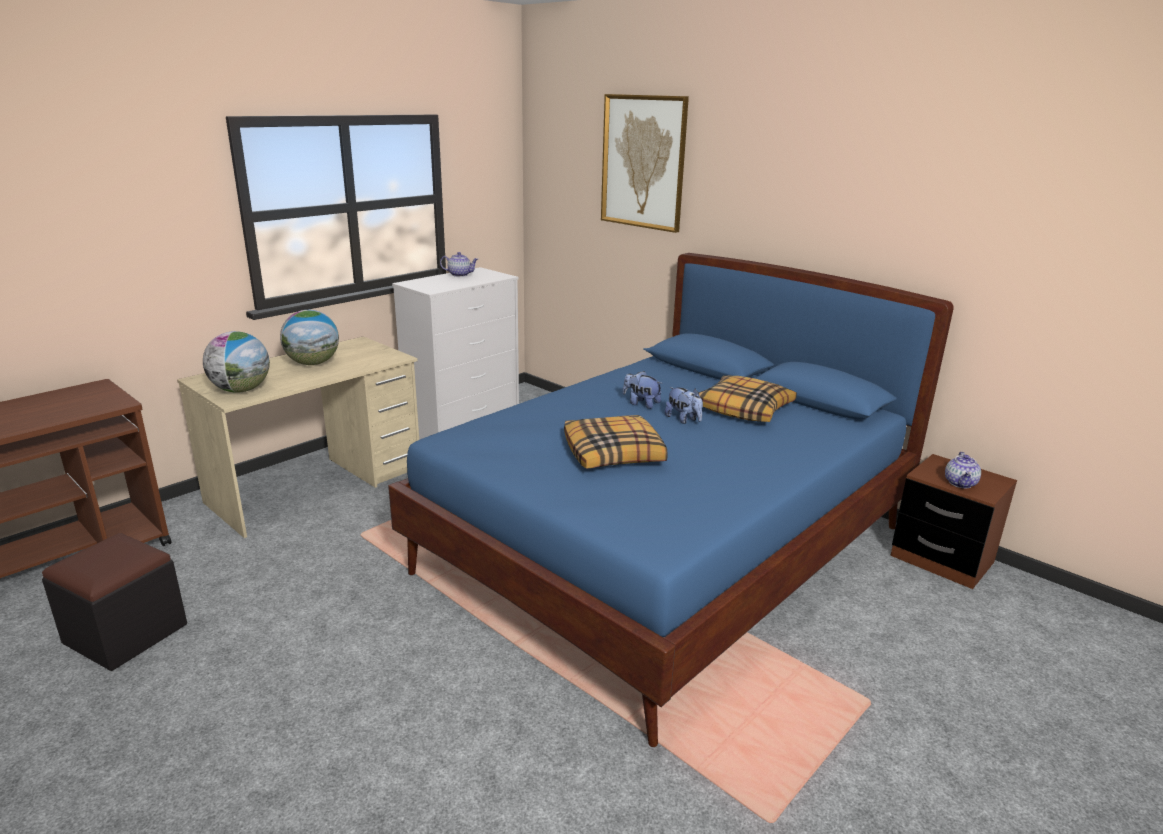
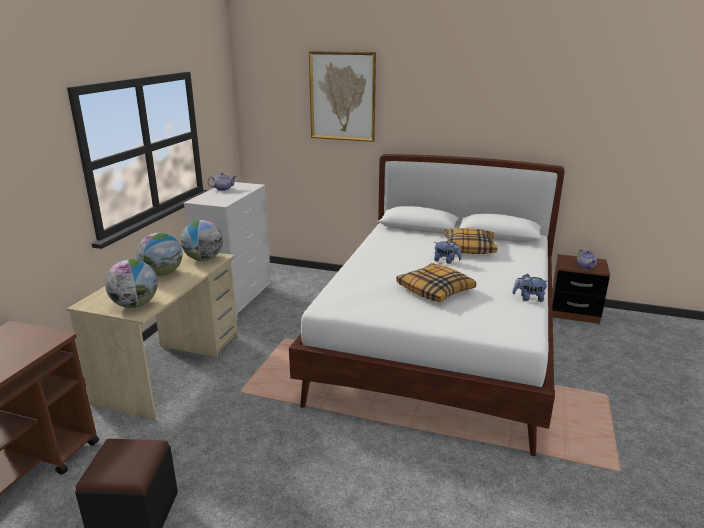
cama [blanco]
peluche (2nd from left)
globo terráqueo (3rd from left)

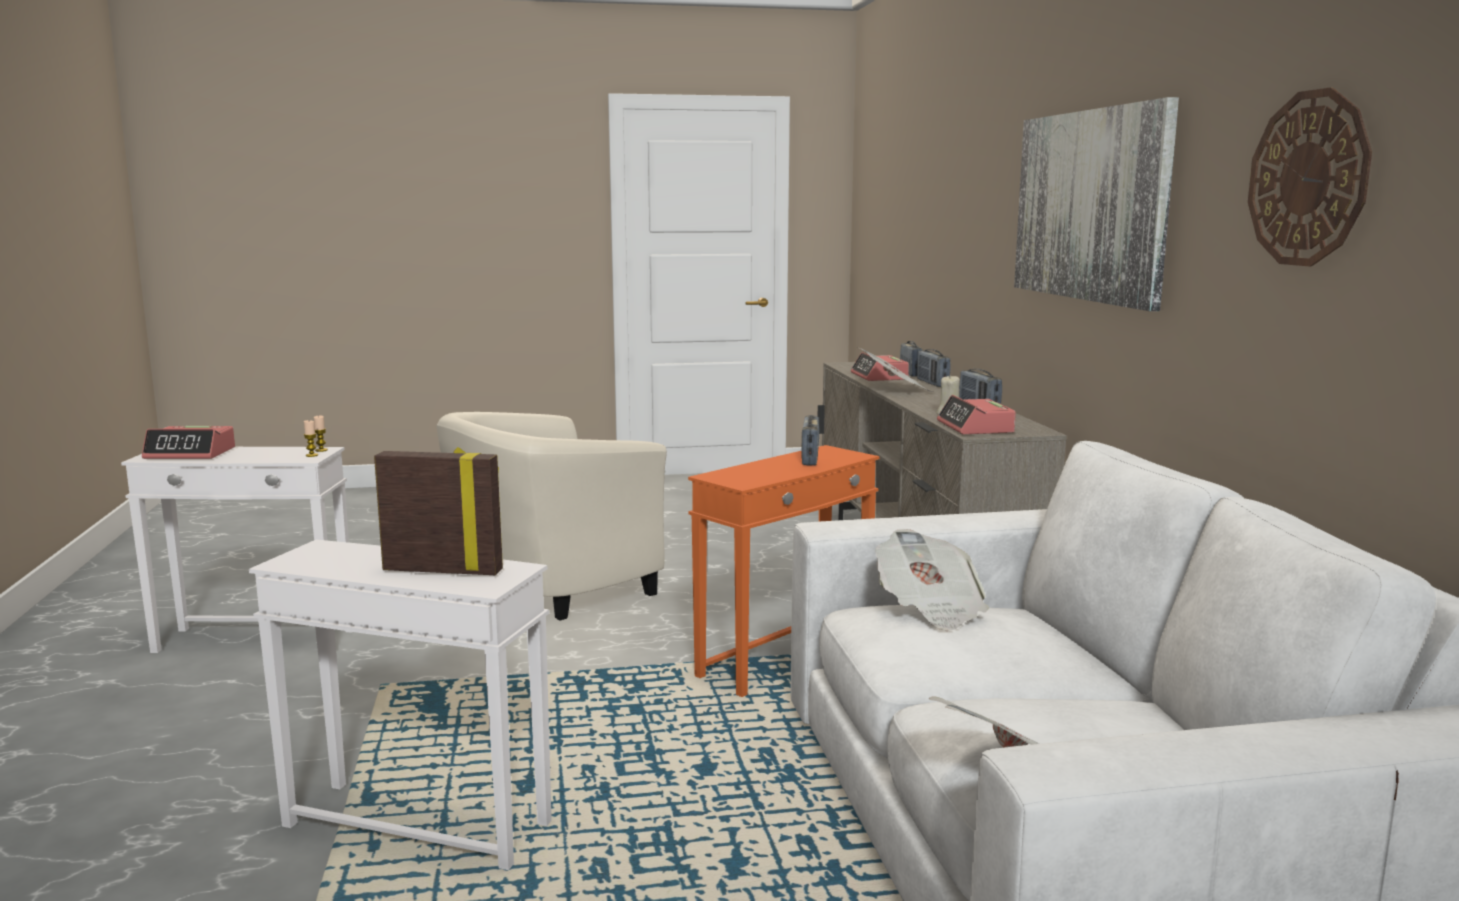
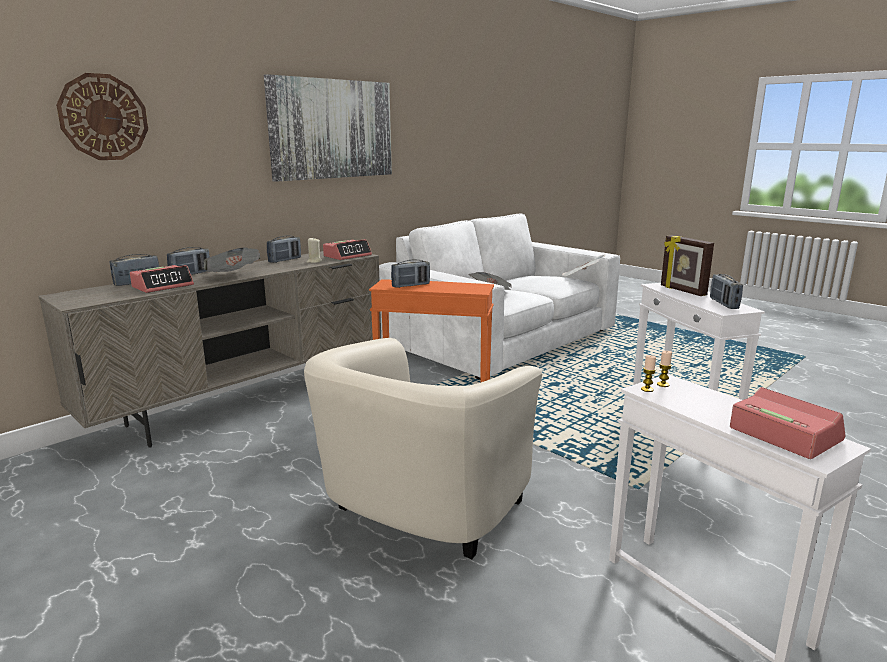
sillón [beis]
reloj de pared
radio (5th from left)

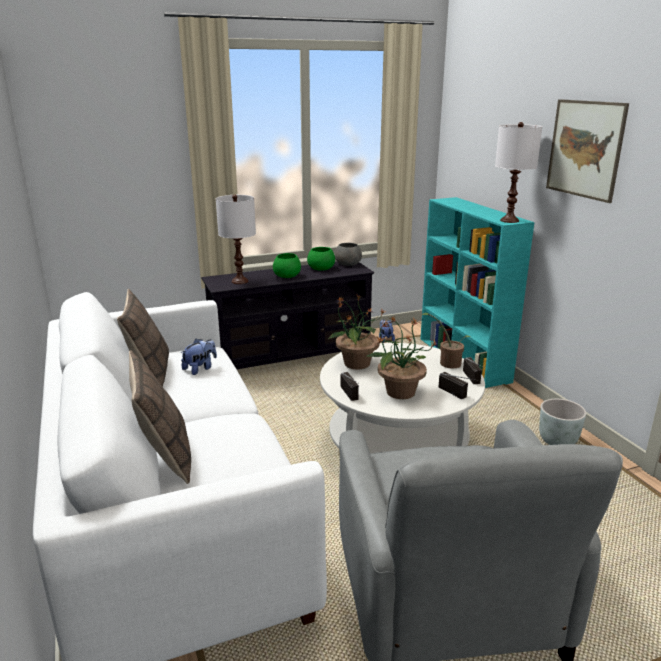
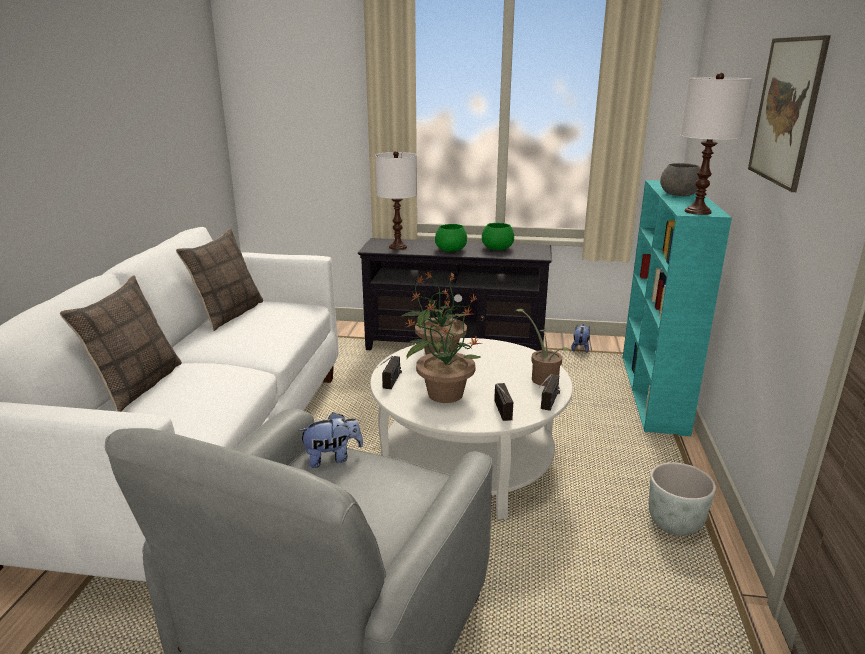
peluche (1st from left)
cuenco [gris]

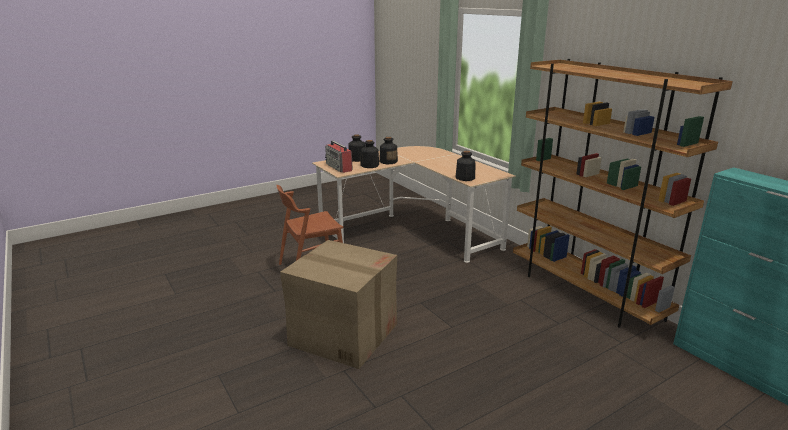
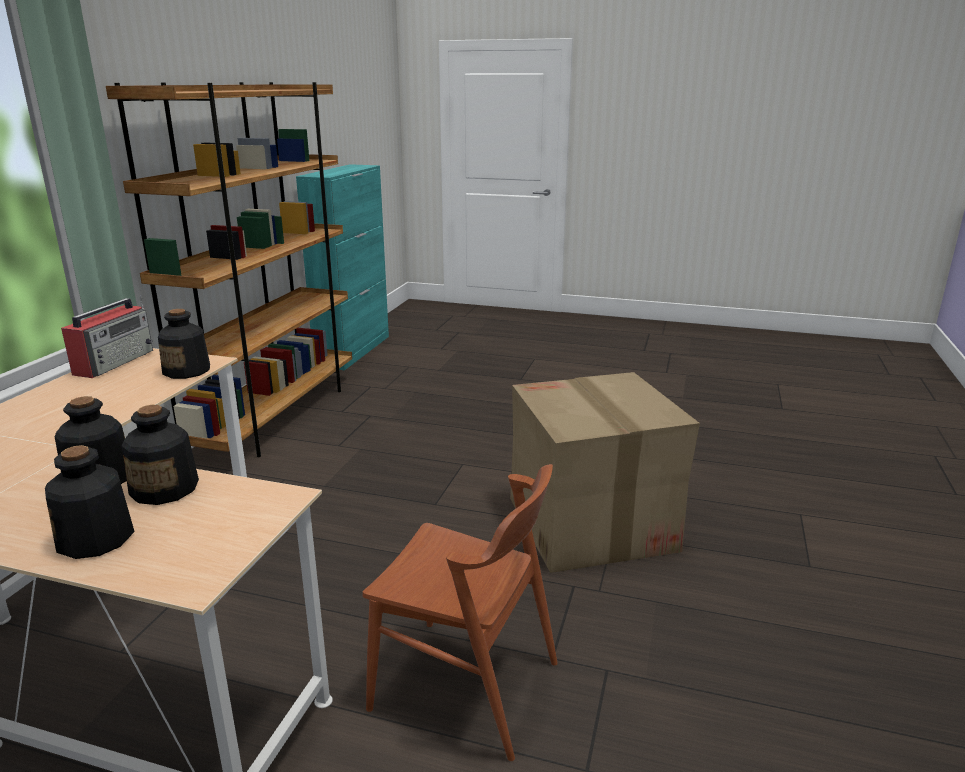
radio

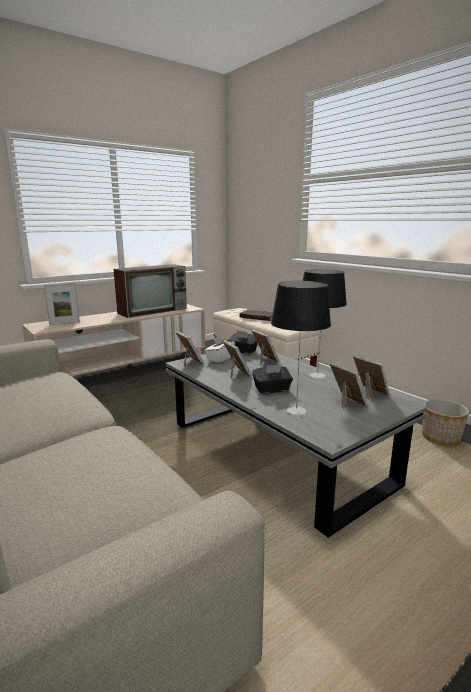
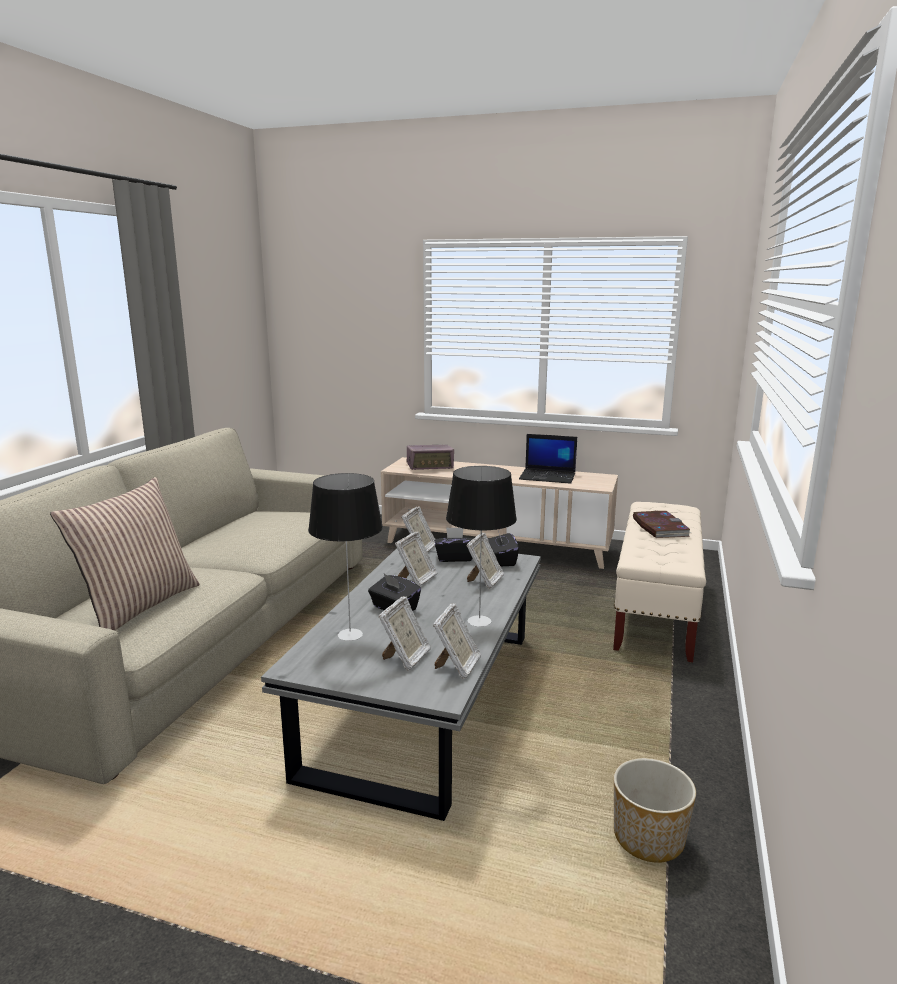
radio
portátil
caja de pañuelos [negro] (2nd from left)
cojín

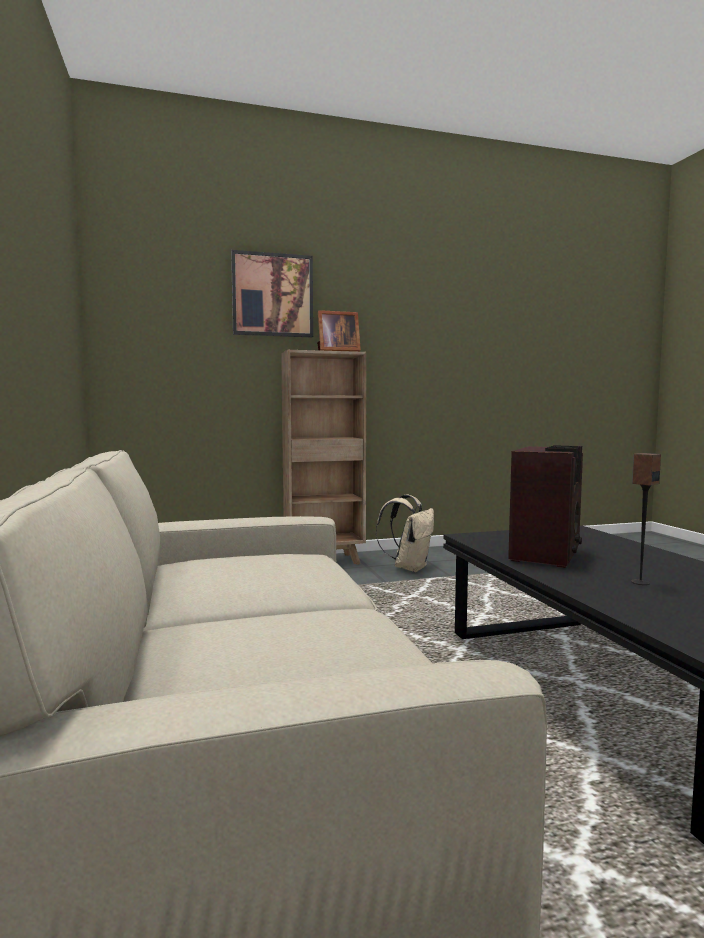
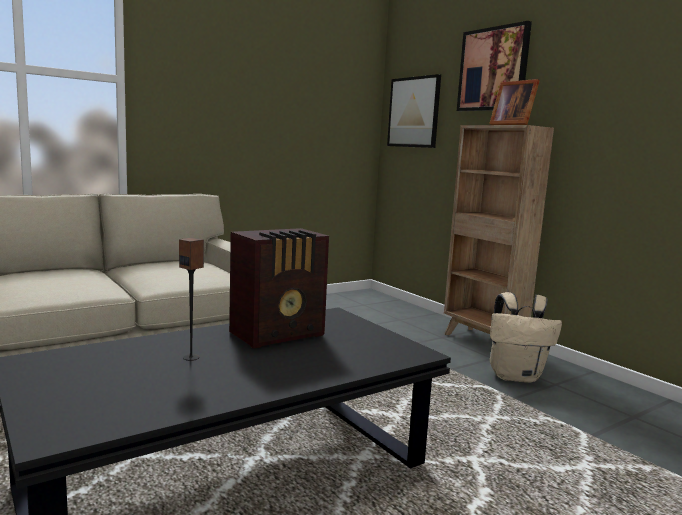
radio
cuadro (1st from left)

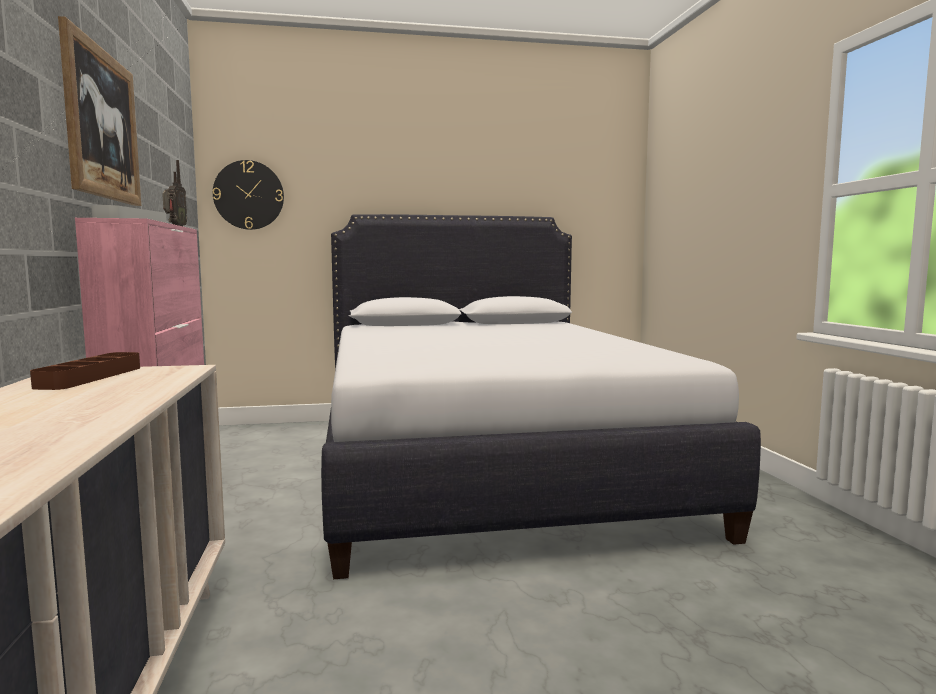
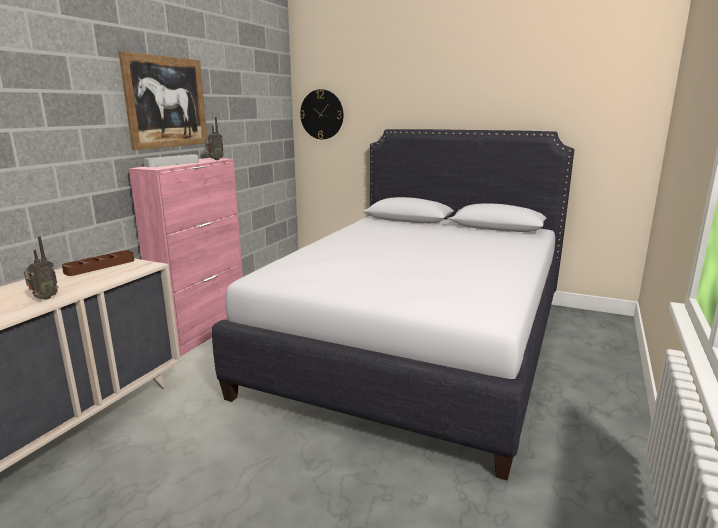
radio (1st from left)

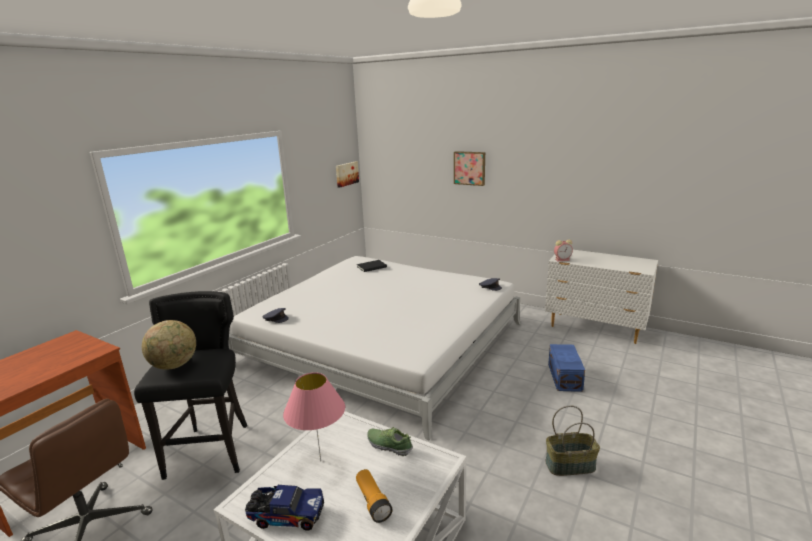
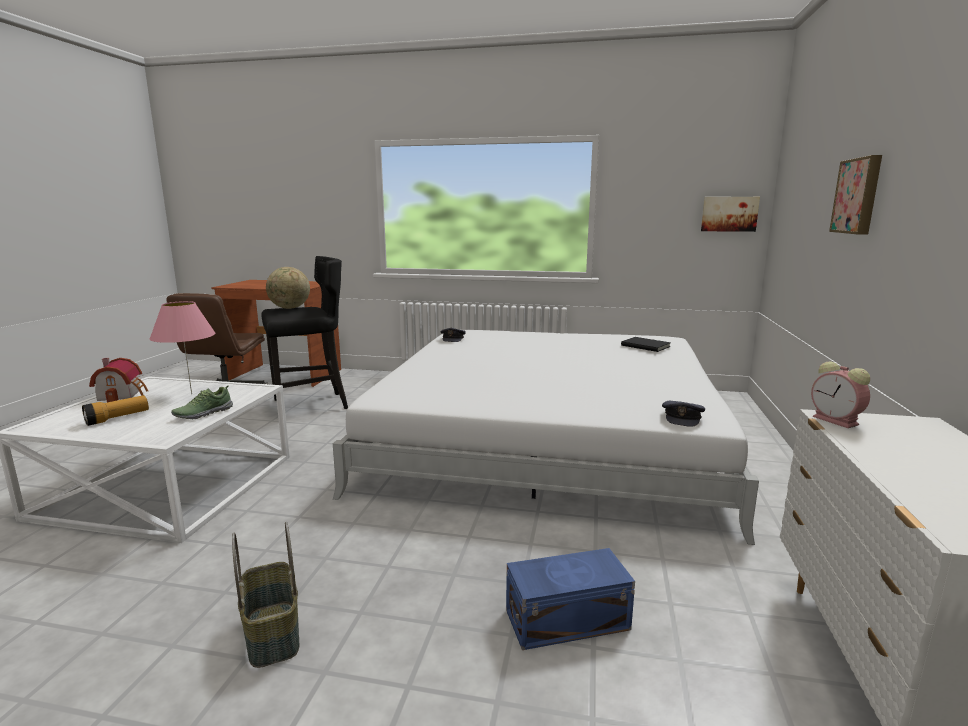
casita
zapato

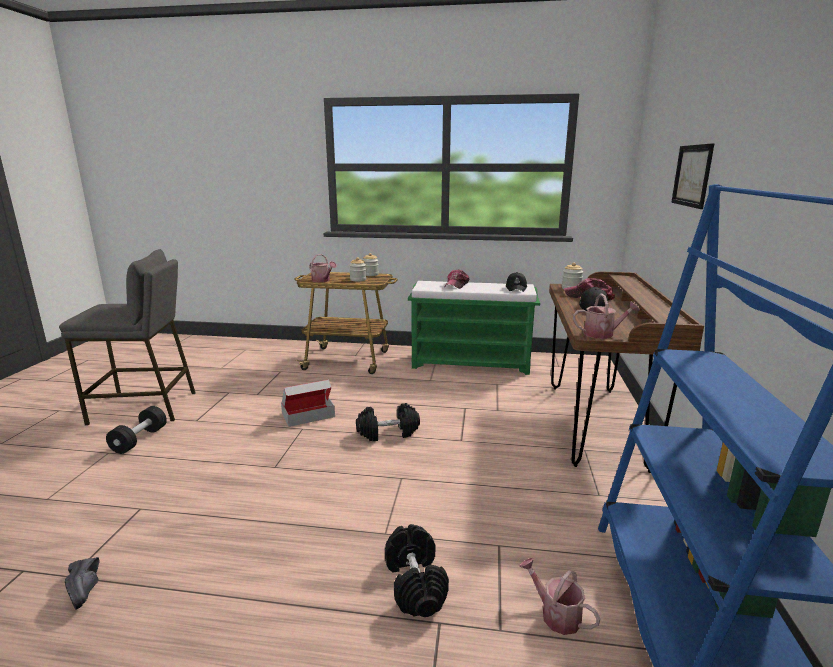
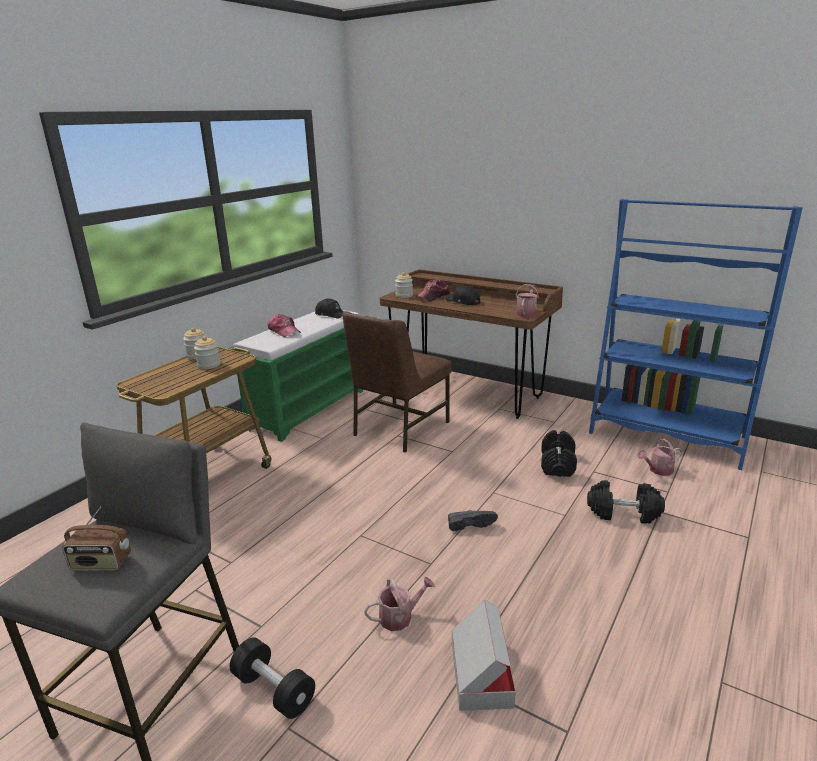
zapato [negro]
caja de cartón
regadera (1st from left)
mancuerna [negro] (2nd from left)
cuadro
radio
silla [marrón]

